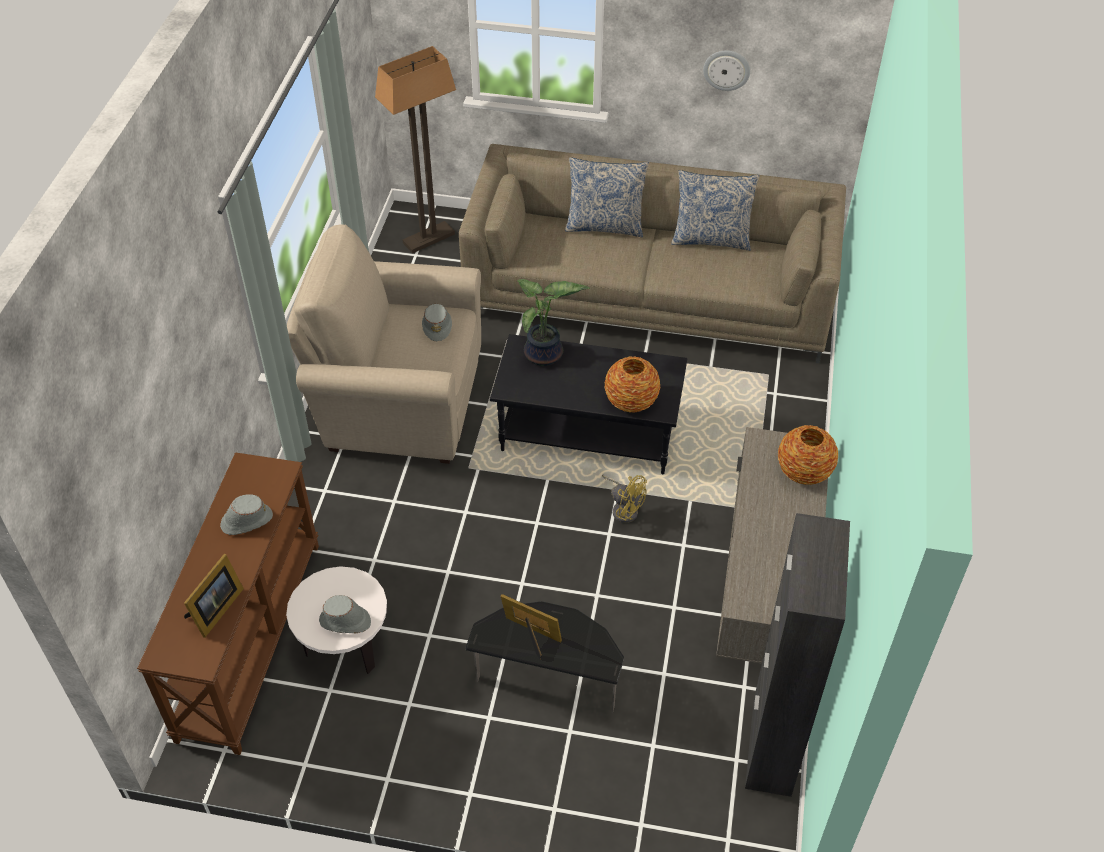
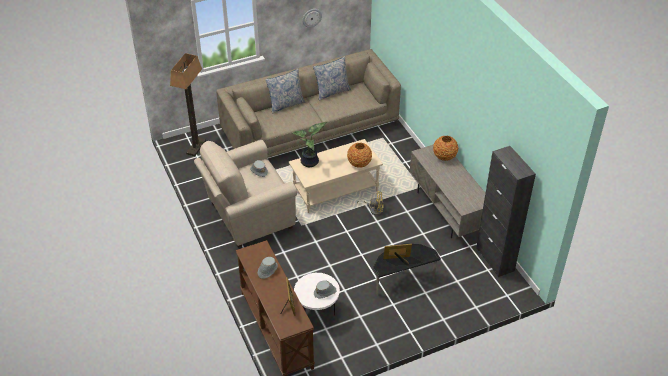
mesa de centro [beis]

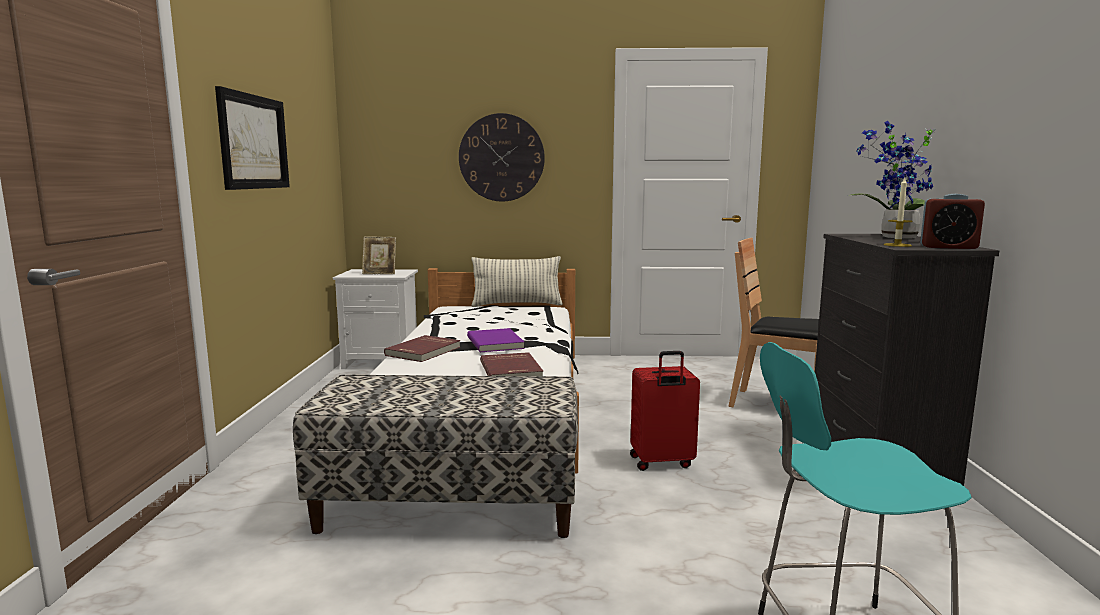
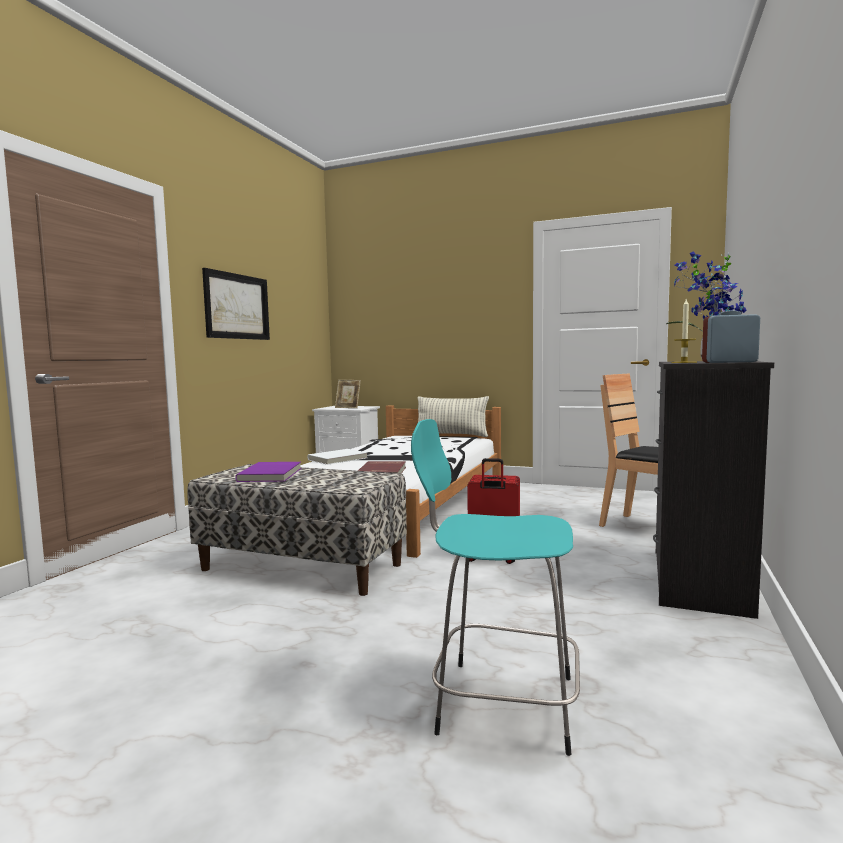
libro [blanco]
reloj de pared
libro [morado]
despertador

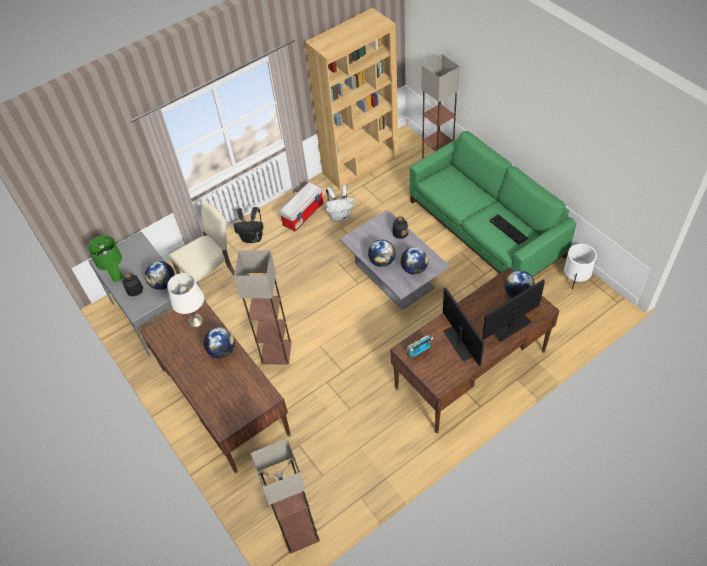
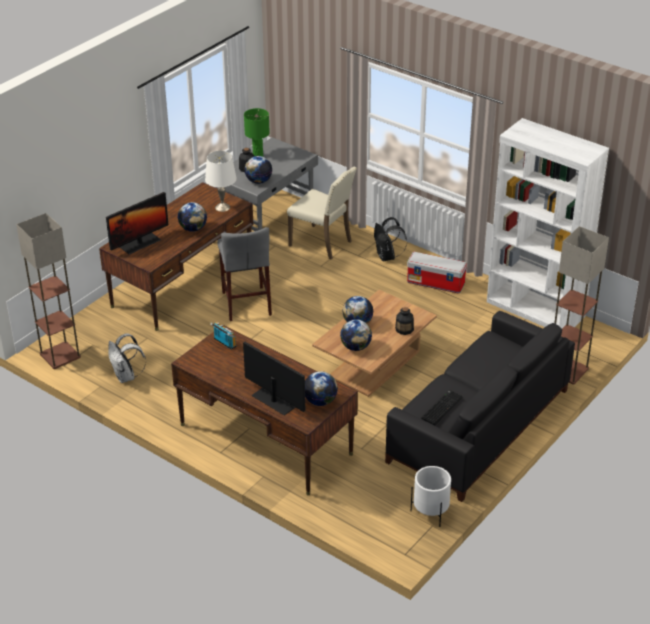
taburete [gris]
estantería [blanco]
mochila [blanco]
mesa de centro [marrón]
sofá [negro]
monitor (1st from left)

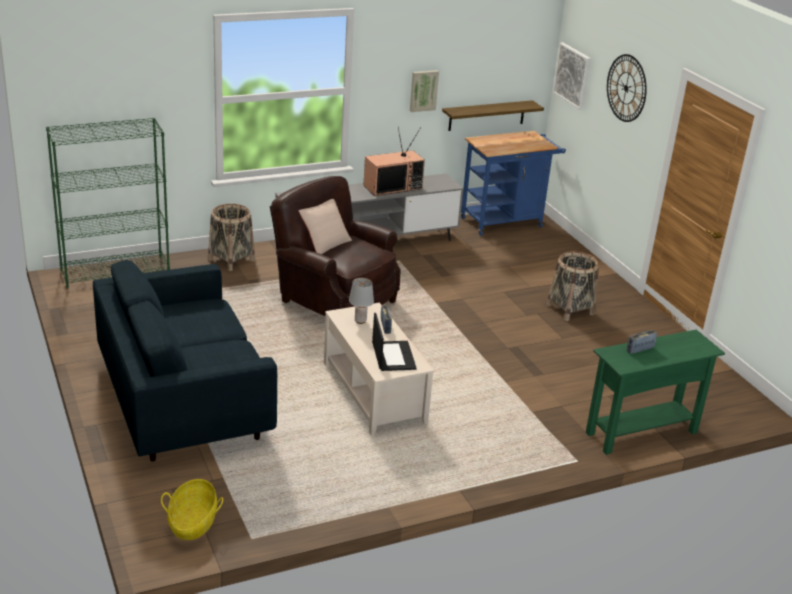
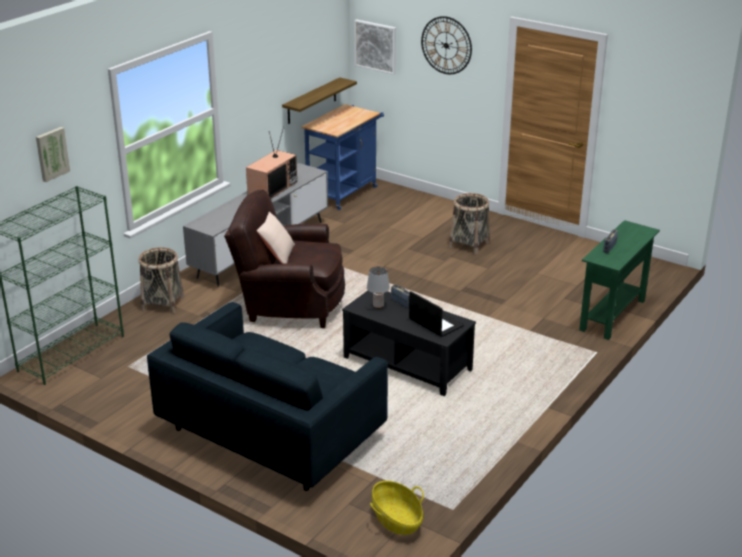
mesa de centro [negro]
cuadro (1st from left)

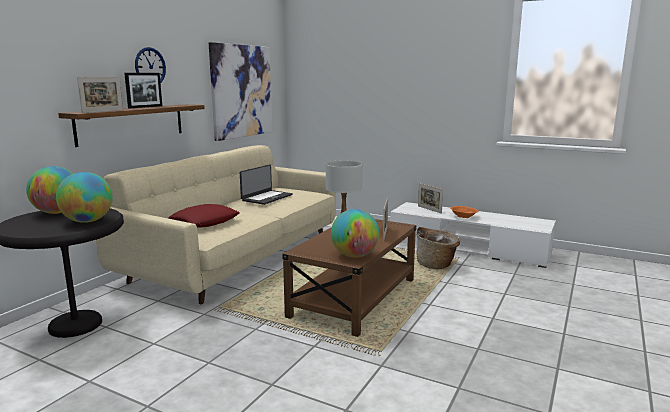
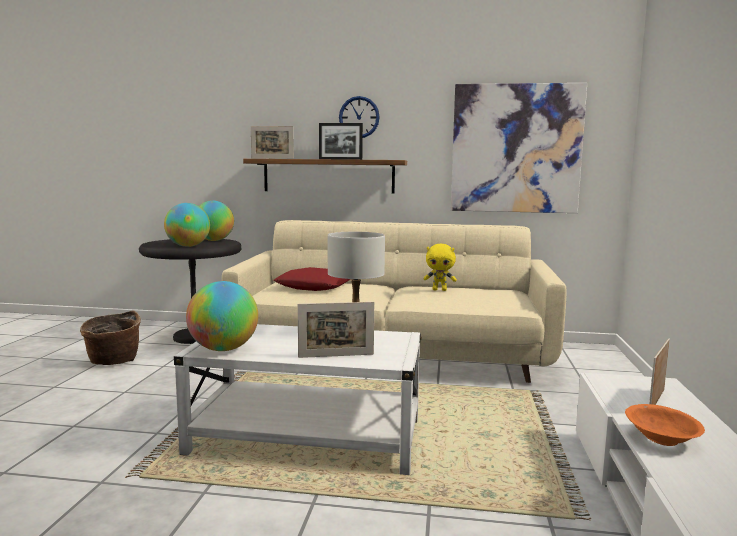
peluche [amarillo]
mesa de centro [blanco]
cesta

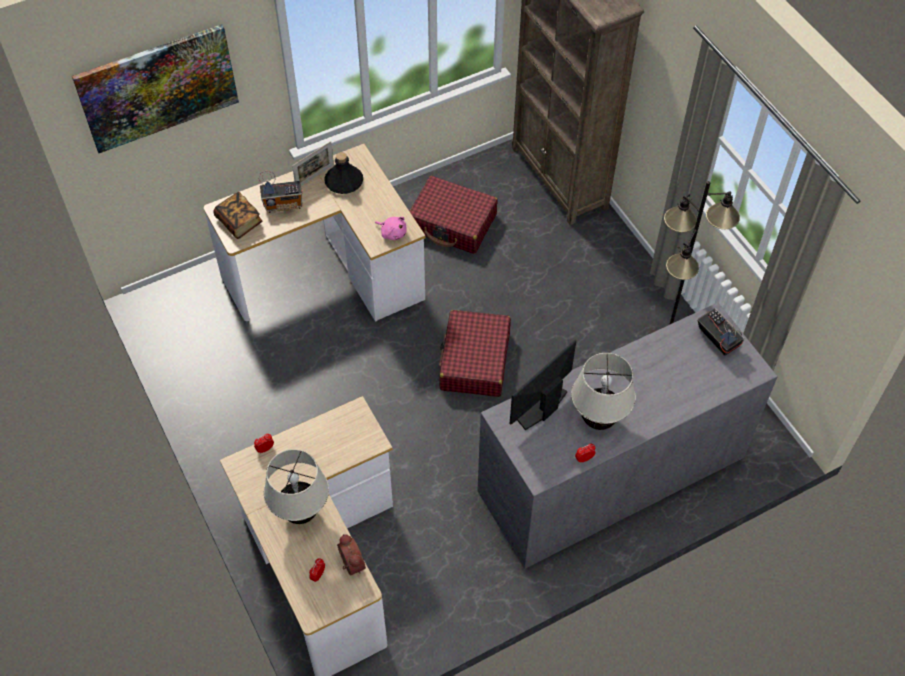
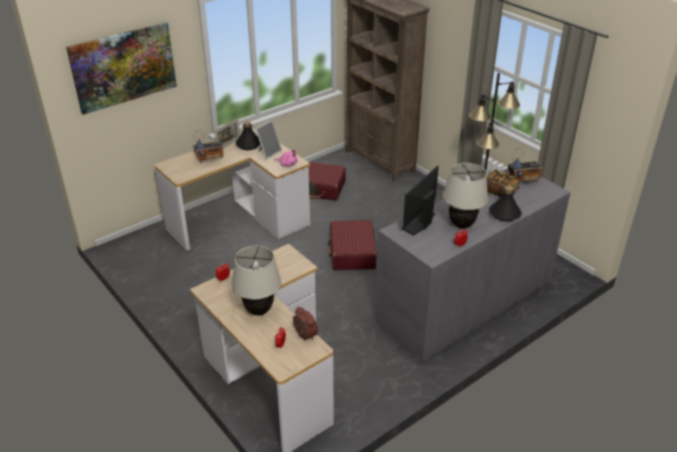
libro
radio (2nd from left)
portarretratos (2nd from left)
botella [negro] (2nd from left)

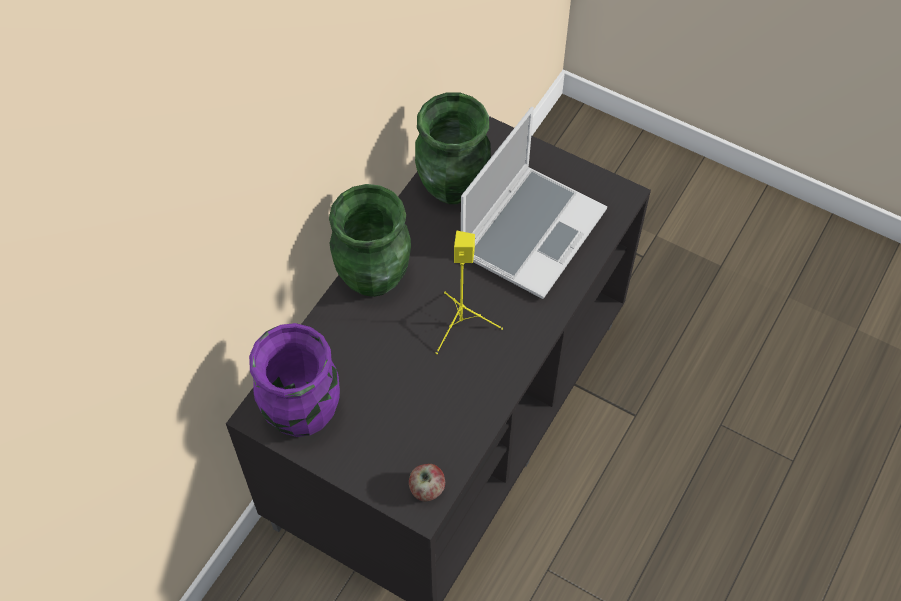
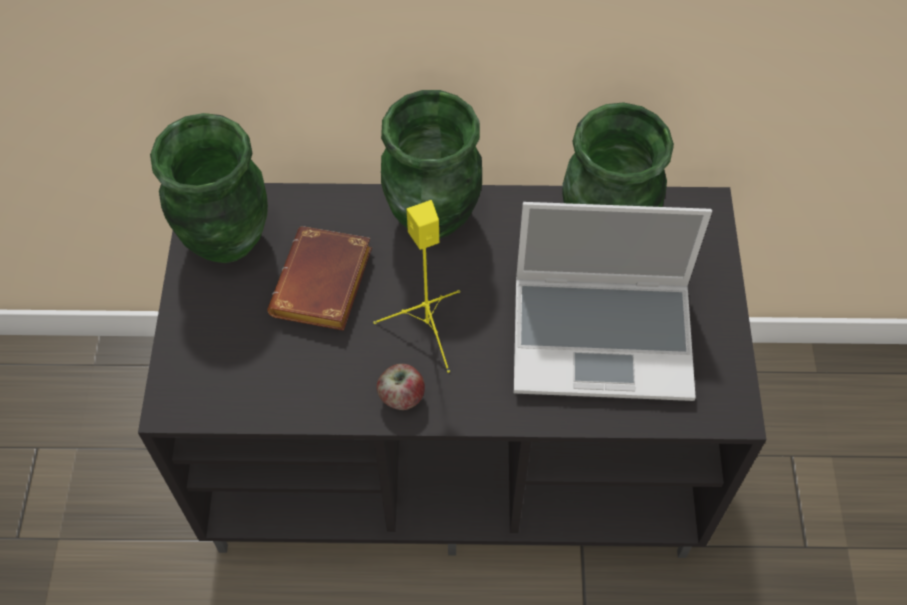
florero [verde] (1st from left)
manzana
libro [marrón]

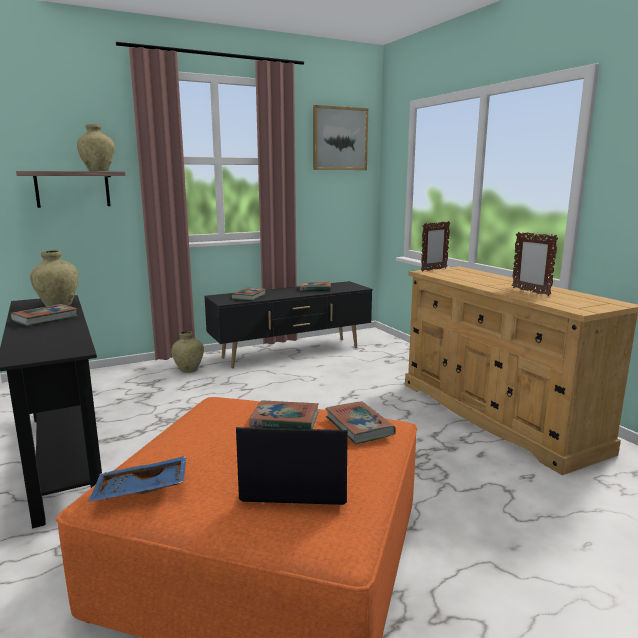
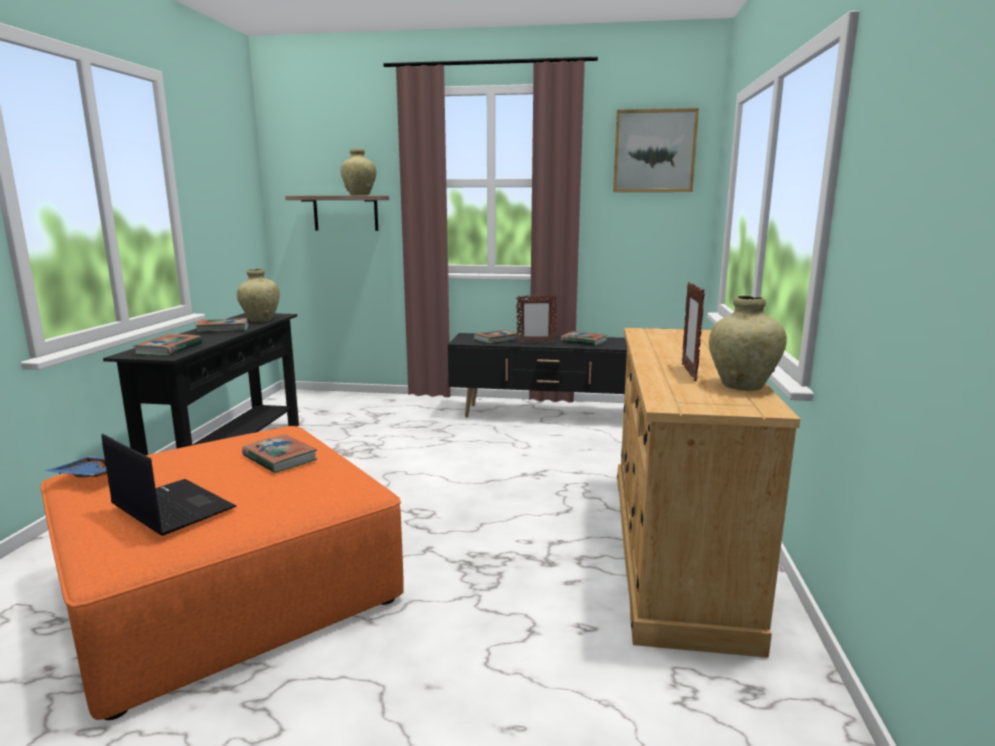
florero [beis] (3rd from left)
libro (1st from left)
portarretratos (1st from left)

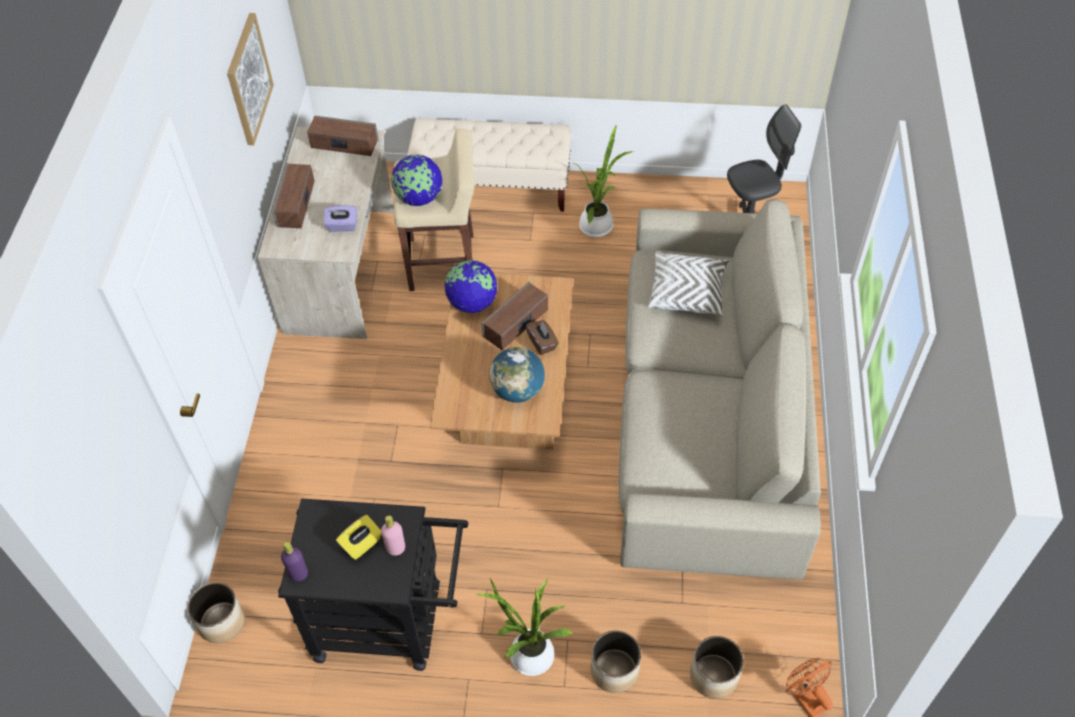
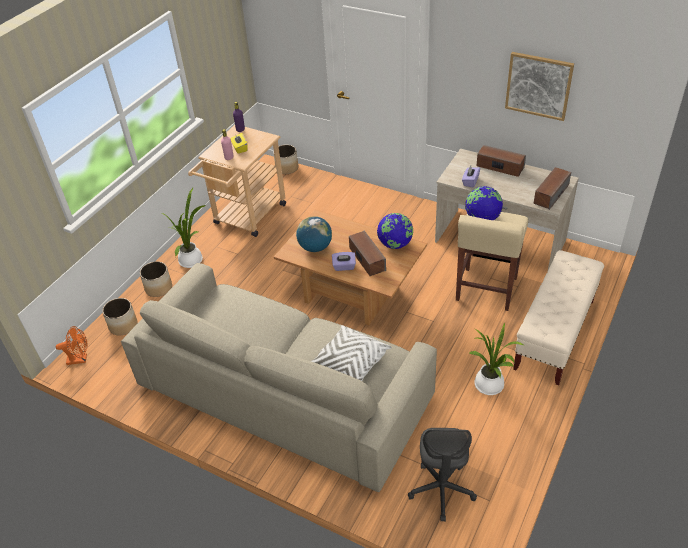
carrito [beis]
caja de pañuelos [morado] (1st from left)

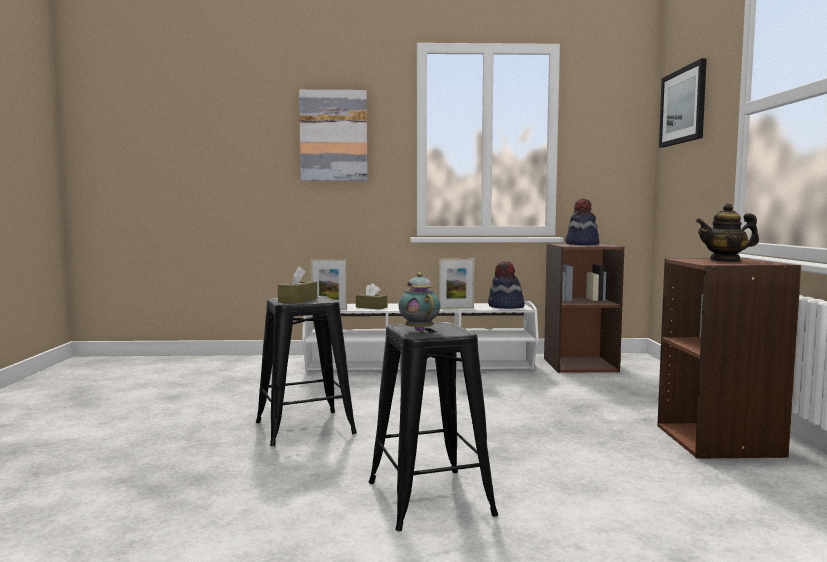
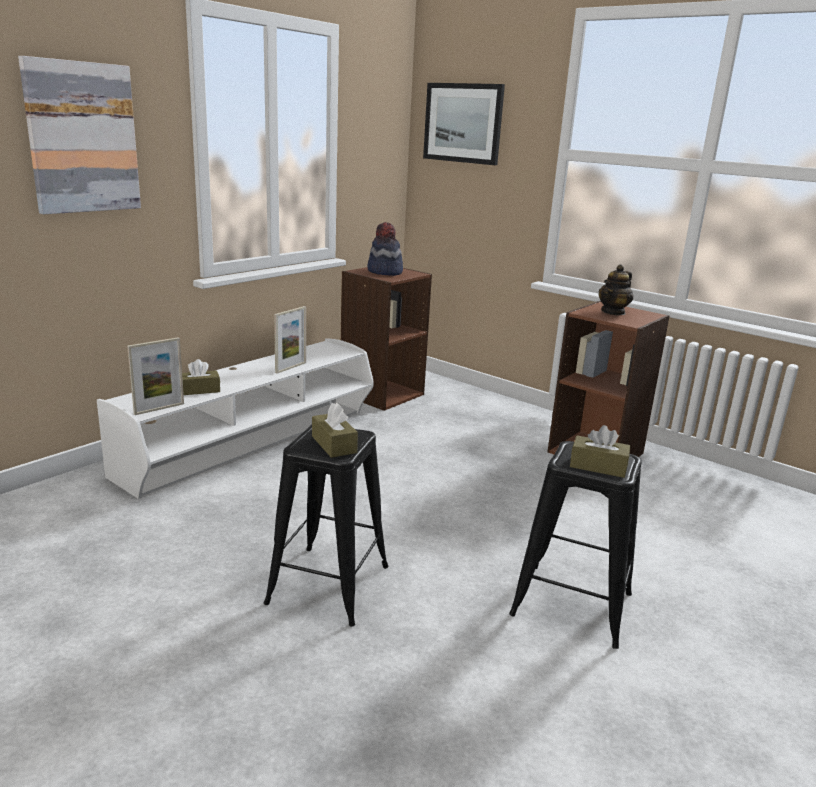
caja de pañuelos [marrón] (3rd from left)
sombrero (1st from left in the first image)

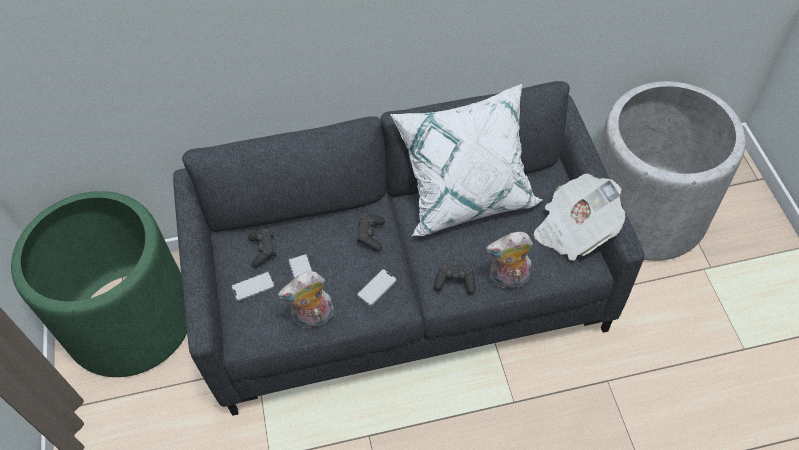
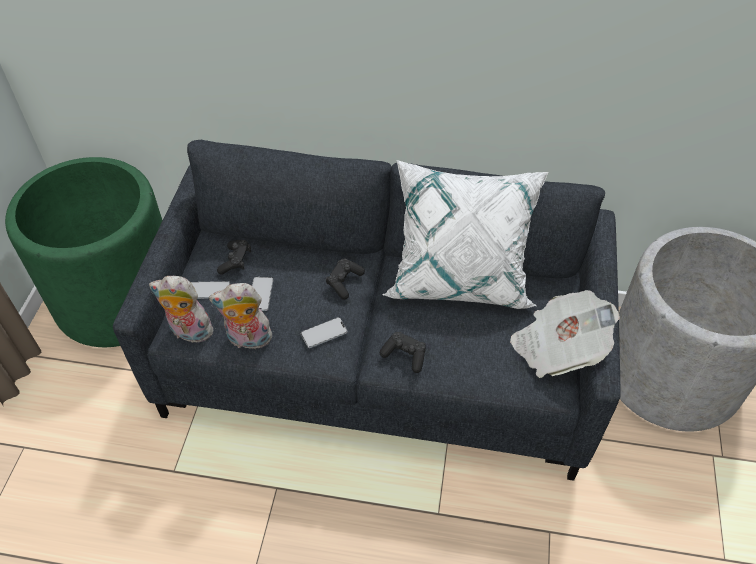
peluche (1st from left)

